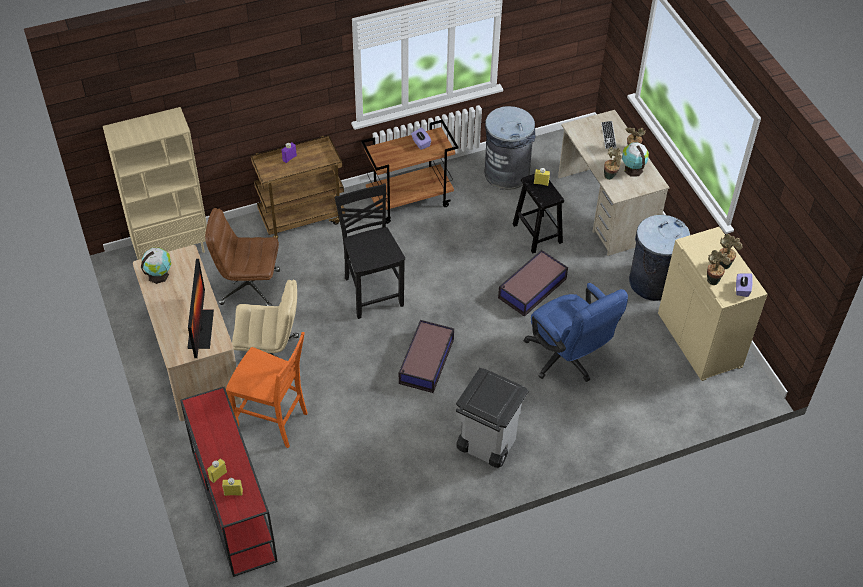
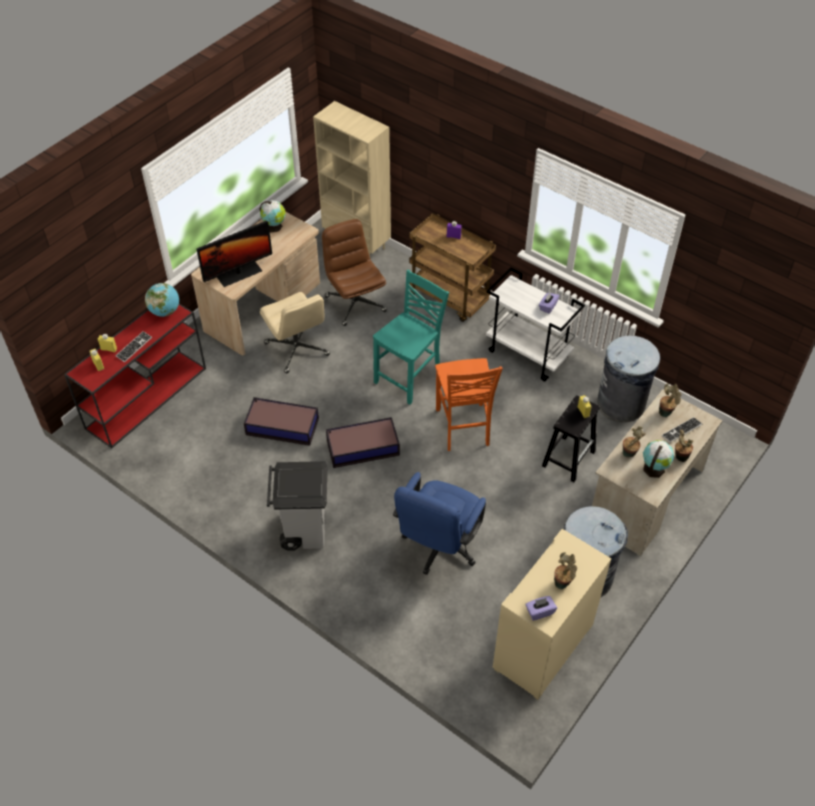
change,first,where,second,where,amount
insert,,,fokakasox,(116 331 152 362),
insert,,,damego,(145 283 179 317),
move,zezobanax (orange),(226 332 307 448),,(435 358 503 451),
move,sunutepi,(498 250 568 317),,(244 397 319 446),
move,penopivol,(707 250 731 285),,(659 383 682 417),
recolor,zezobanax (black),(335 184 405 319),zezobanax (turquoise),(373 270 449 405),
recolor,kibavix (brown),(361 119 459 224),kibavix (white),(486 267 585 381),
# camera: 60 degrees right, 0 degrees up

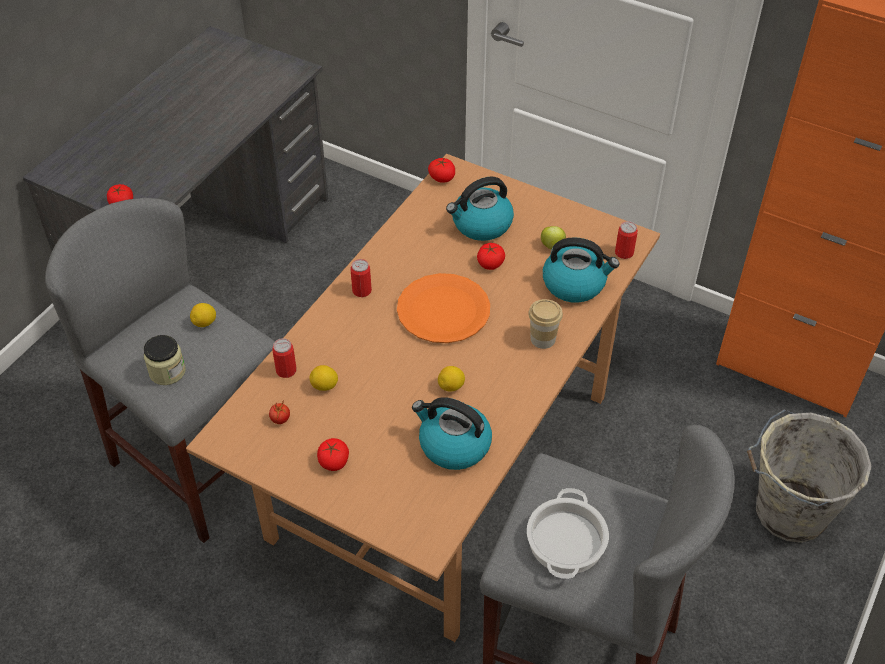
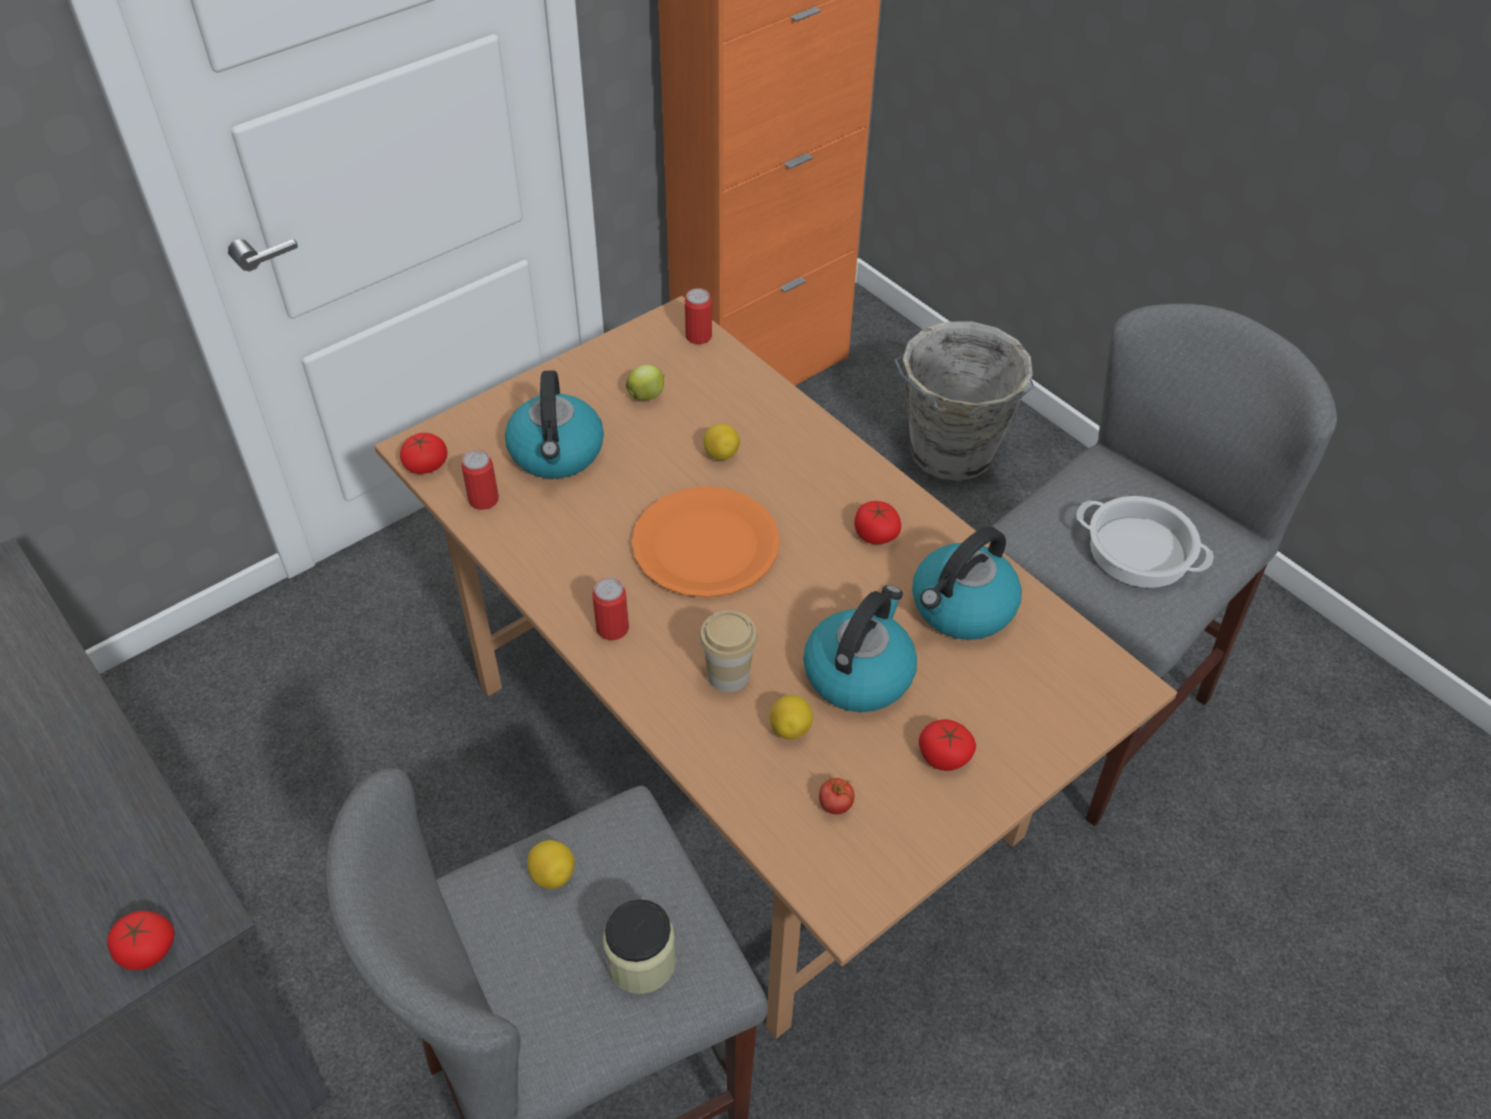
change,first,where,second,where,amount
move,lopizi,(272 338 297 378),,(462 450 499 510),
move,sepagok,(438 366 465 392),,(704 424 740 460),
move,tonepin,(477 243 505 270),,(854 501 901 544),
move,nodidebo,(528 299 563 349),,(700 611 758 692),
move,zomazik,(543 237 619 303),,(803 585 917 712),
# camera: 70 degrees left, 0 degrees up

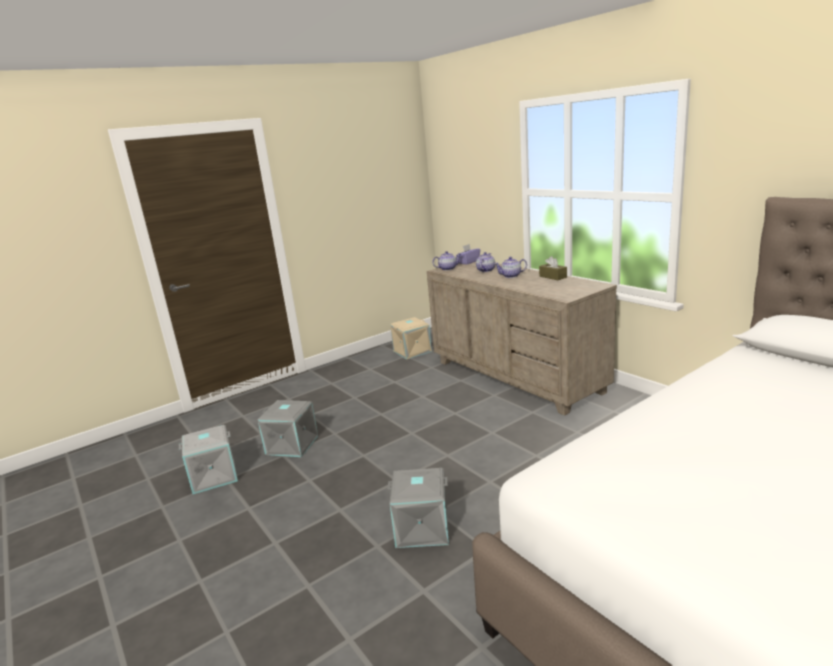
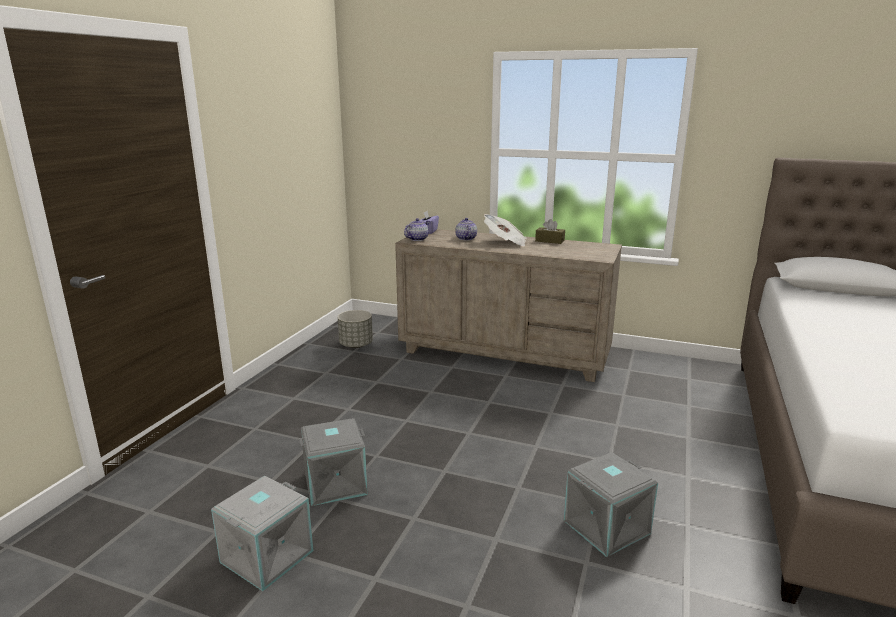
change,first,where,second,where,amount
replace,sunutepi (beige),(390 317 432 360),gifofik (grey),(338 310 373 348),
replace,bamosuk,(494 257 527 278),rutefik,(484 214 527 247),
# camera: 35 degrees left, 0 degrees up

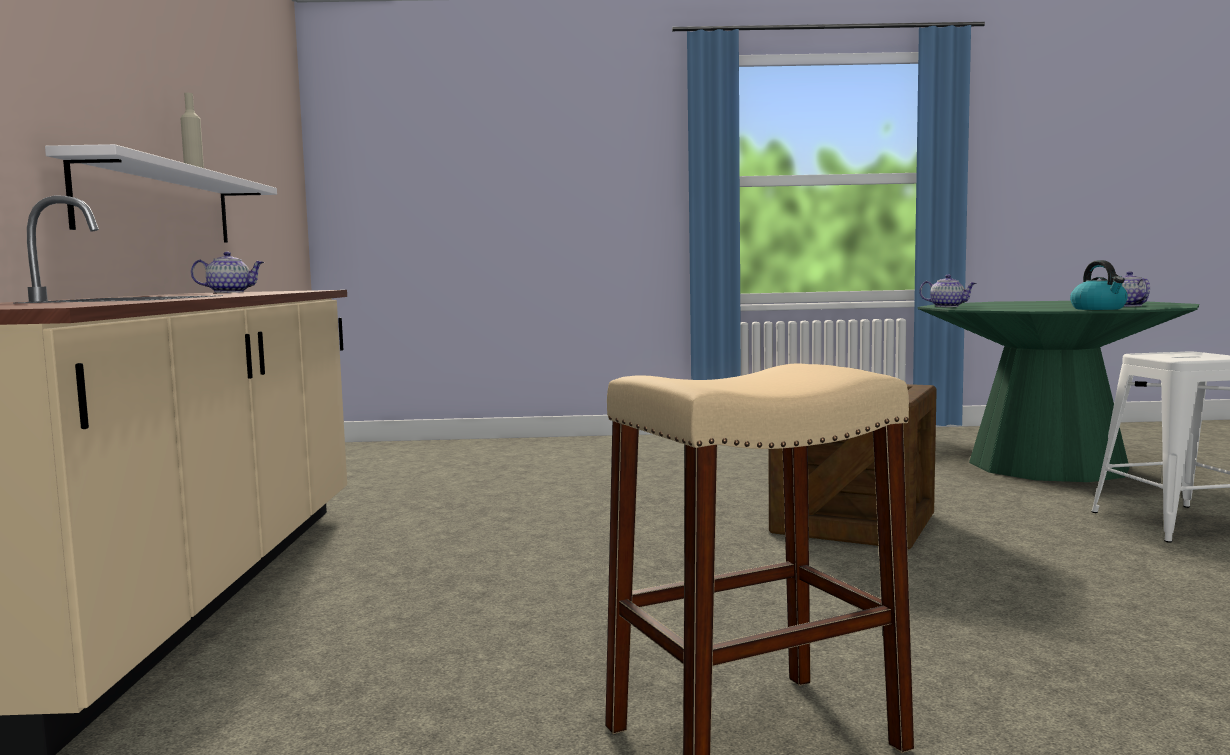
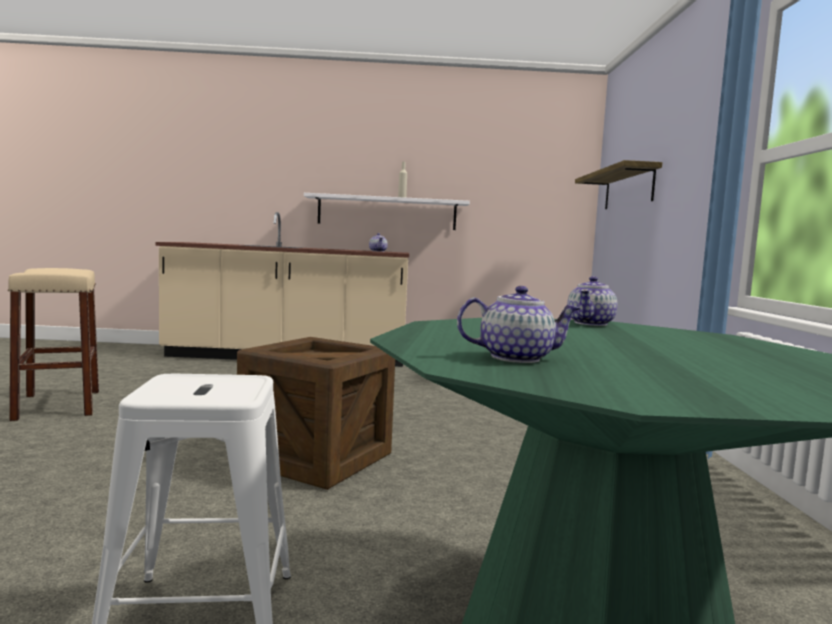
change,first,where,second,where,amount
delete,zomazik,(1070 260 1128 310),,,
insert,,,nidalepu,(575 160 662 209),
# camera: 90 degrees right, 0 degrees up

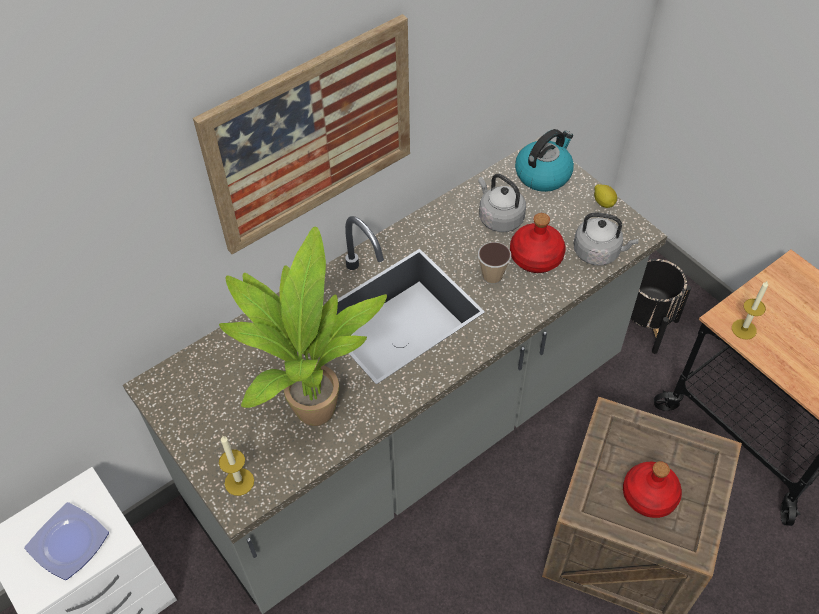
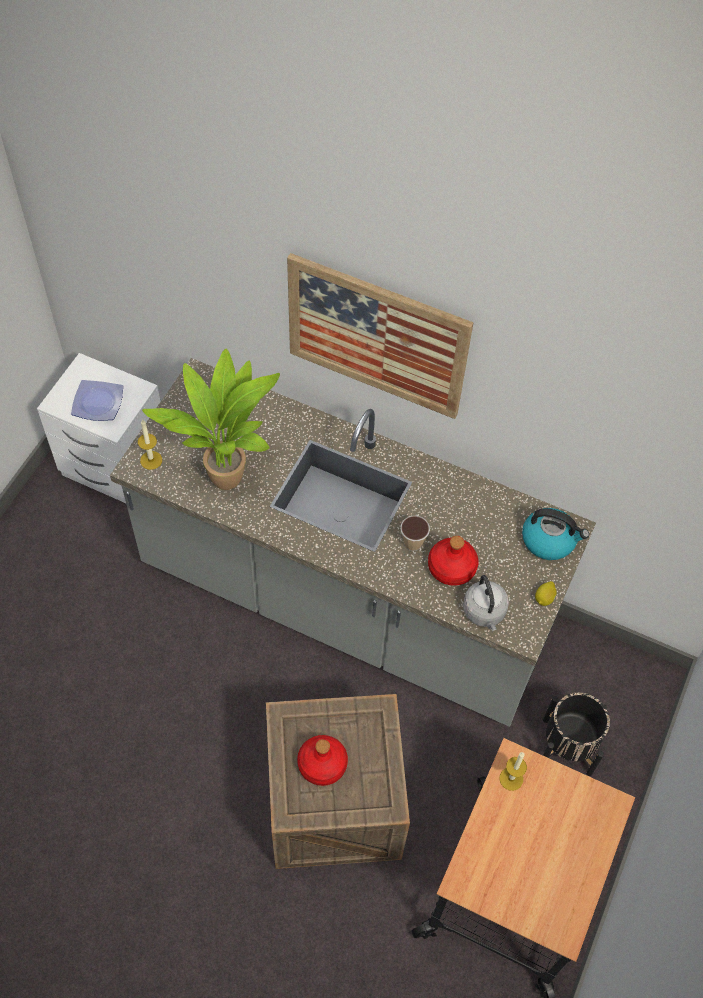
change,first,where,second,where,amount
delete,zomazik (grey),(478 174 526 232),,,
# camera: 60 degrees right, 5 degrees up

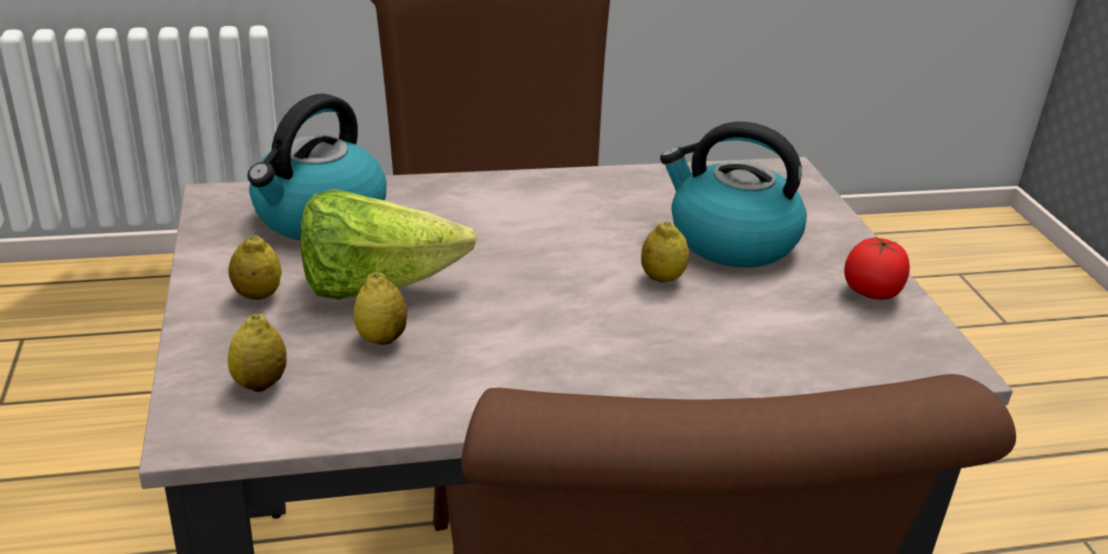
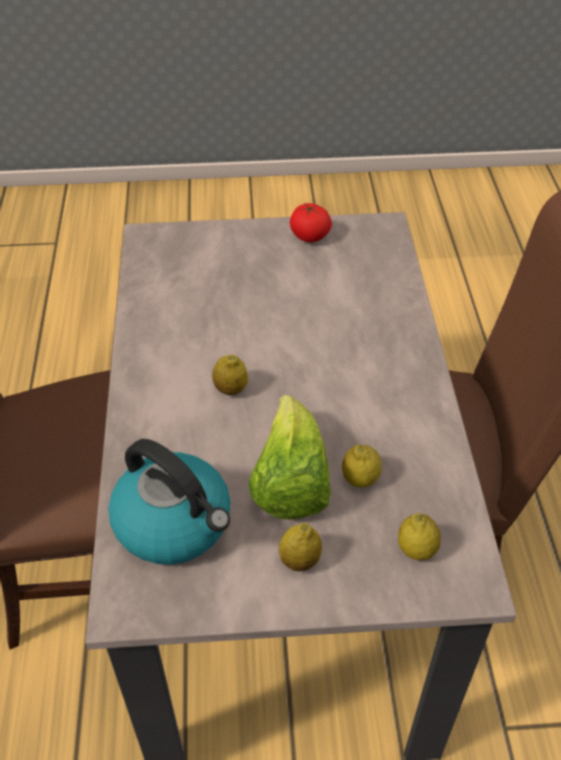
change,first,where,second,where,amount
delete,zomazik,(660 121 807 267),,,
move,sepagok,(641 222 689 282),,(212 355 248 395),
# camera: 80 degrees left, 15 degrees up

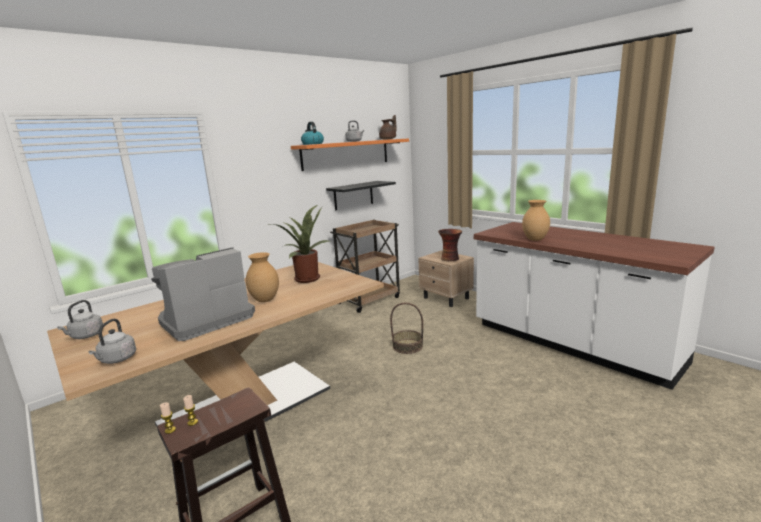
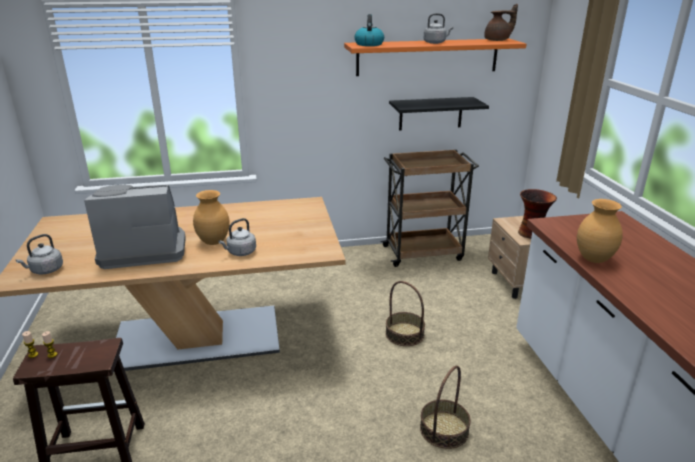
change,first,where,second,where,amount
delete,penopivol,(268 205 329 283),,,
insert,,,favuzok,(420 365 471 449),
move,zomazik (grey),(57 300 103 339),,(219 218 256 256),
# camera: 30 degrees right, 10 degrees up

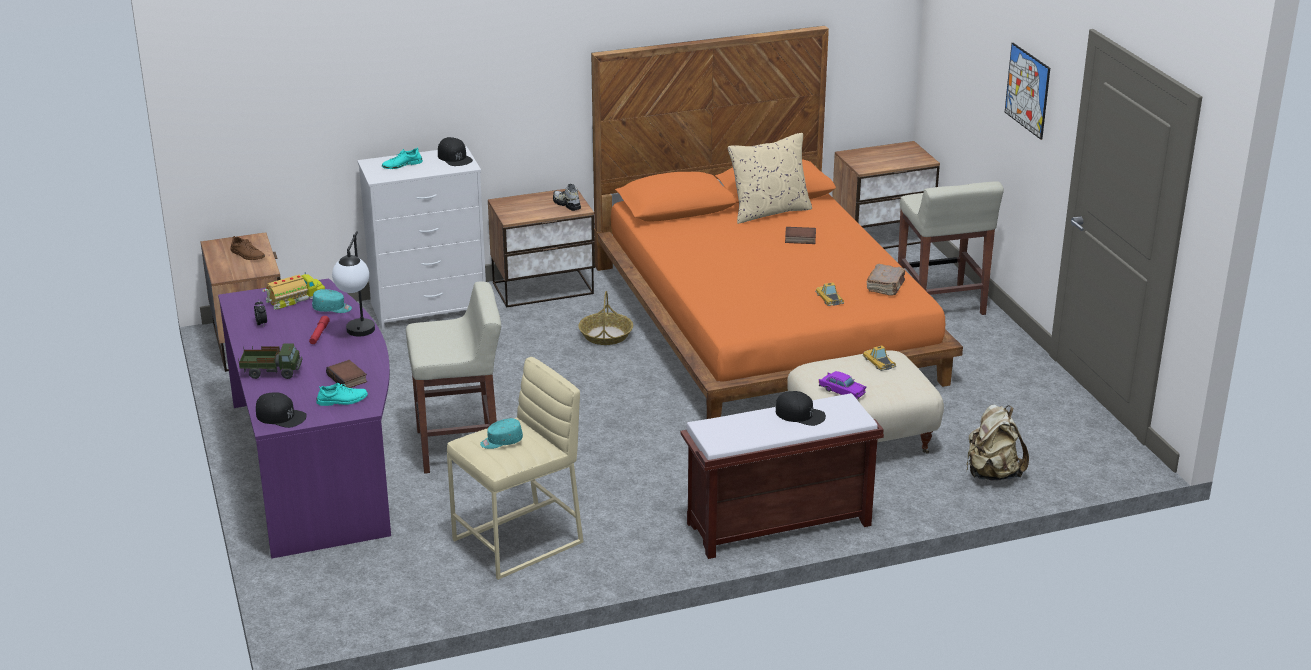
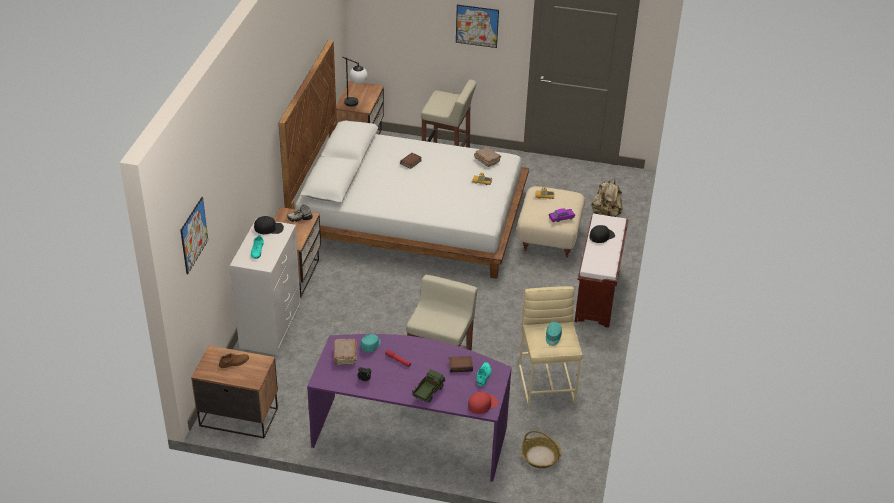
change,first,where,second,where,amount
delete,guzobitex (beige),(728 133 812 224),,,
insert,,,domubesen,(180 197 208 274),
move,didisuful,(332 231 375 337),,(342 57 368 107),
move,favuzok,(579 291 633 345),,(521 431 561 468),
replace,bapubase,(262 272 325 310),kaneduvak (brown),(334 339 357 365),
recolor,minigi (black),(256 392 307 428),minigi (red),(468 392 498 414),
recolor,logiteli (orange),(591 26 963 419),logiteli (white),(279 40 529 279),
# camera: 60 degrees left, 10 degrees up

